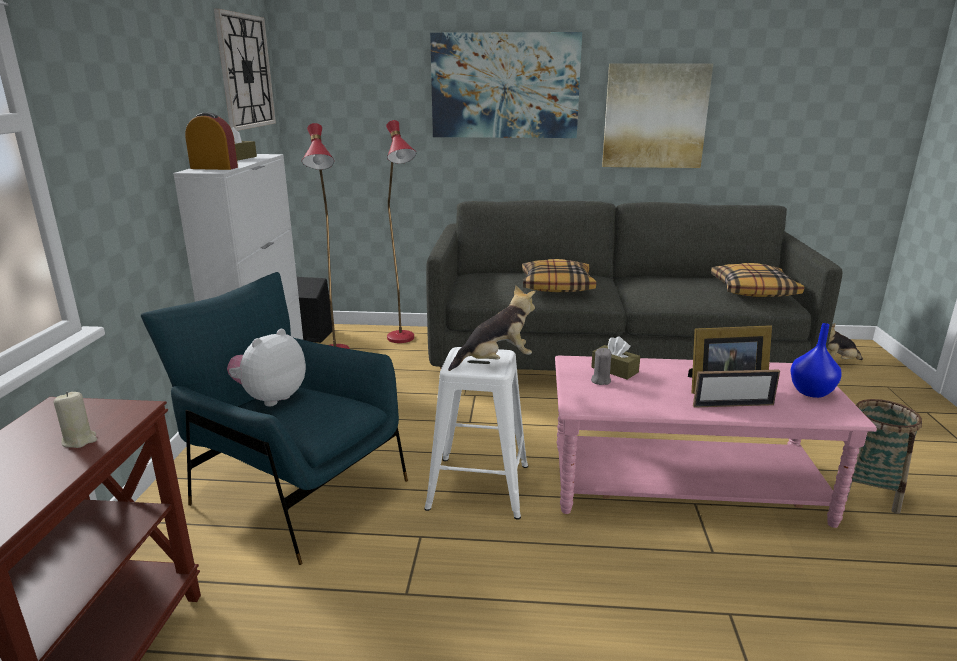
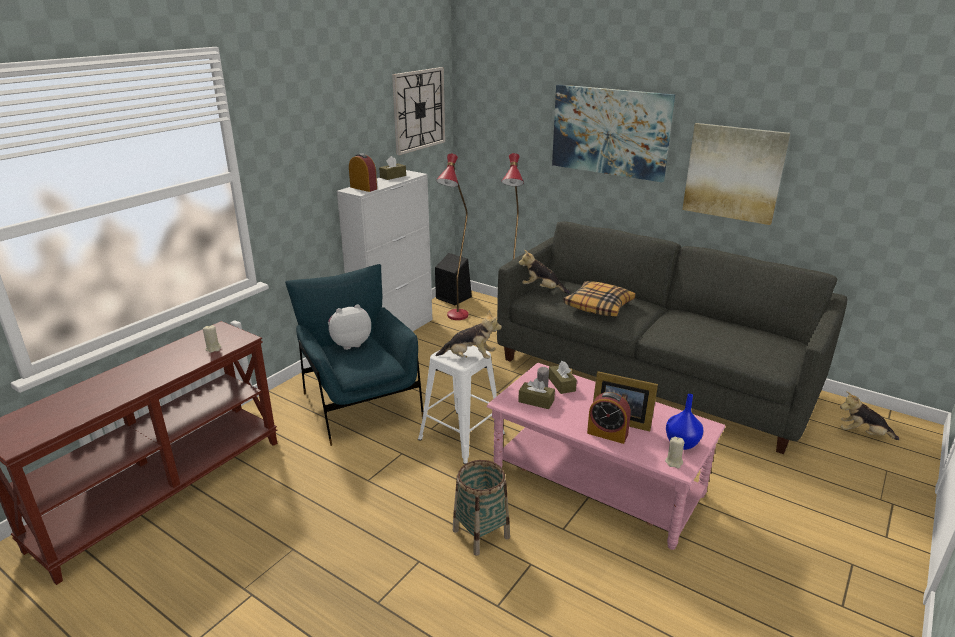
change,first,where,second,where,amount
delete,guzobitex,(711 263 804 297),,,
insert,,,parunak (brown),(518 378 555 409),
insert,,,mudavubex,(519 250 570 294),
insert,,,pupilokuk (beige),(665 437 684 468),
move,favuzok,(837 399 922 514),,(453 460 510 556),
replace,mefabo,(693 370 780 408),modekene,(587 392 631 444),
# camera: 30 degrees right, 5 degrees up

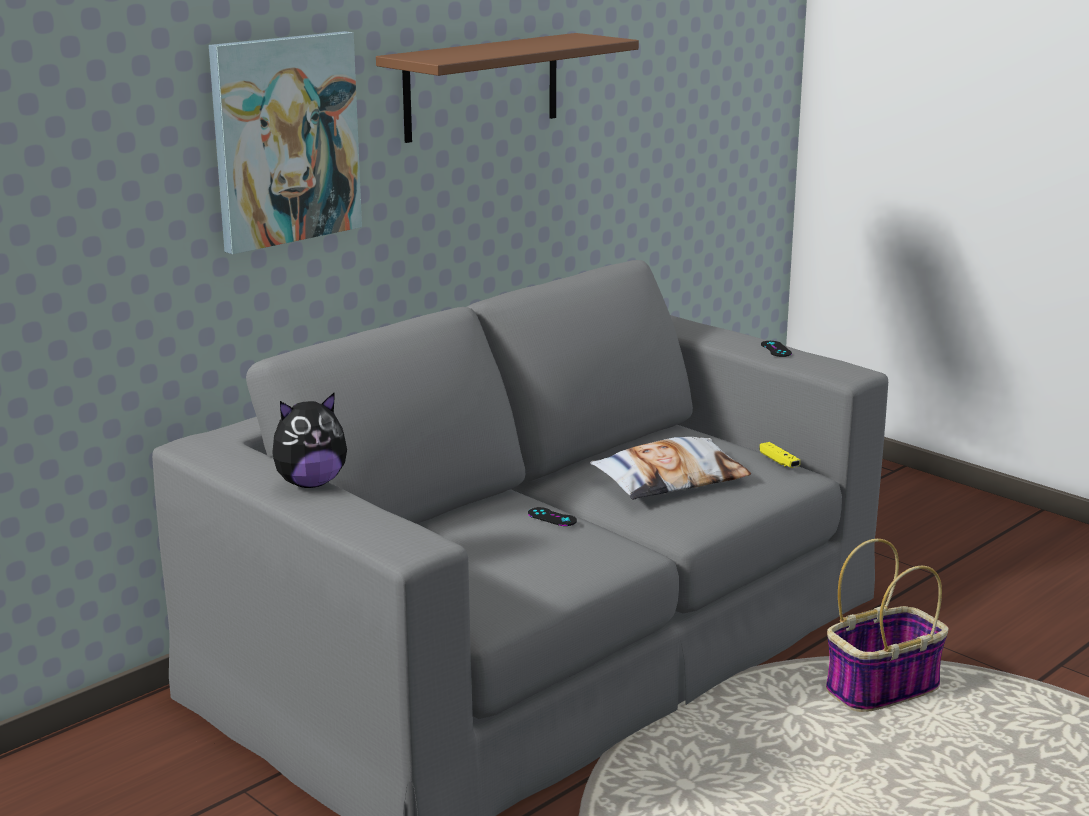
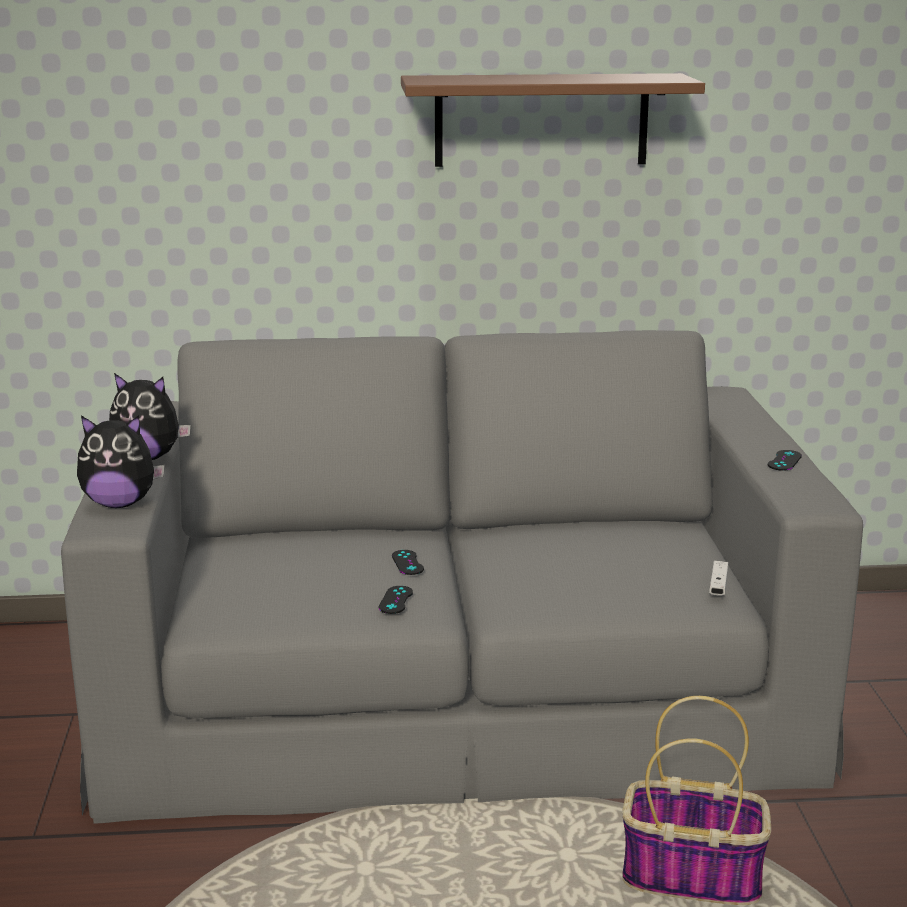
change,first,where,second,where,amount
delete,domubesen,(209 31 362 254),,,
delete,guzobitex,(590 437 751 499),,,
insert,,,mudavubex,(77 415 165 508),
insert,,,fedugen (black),(378 586 413 614),
recolor,fedugen (yellow),(760 442 800 468),fedugen (white),(709 561 728 596),
# camera: 40 degrees right, 0 degrees up

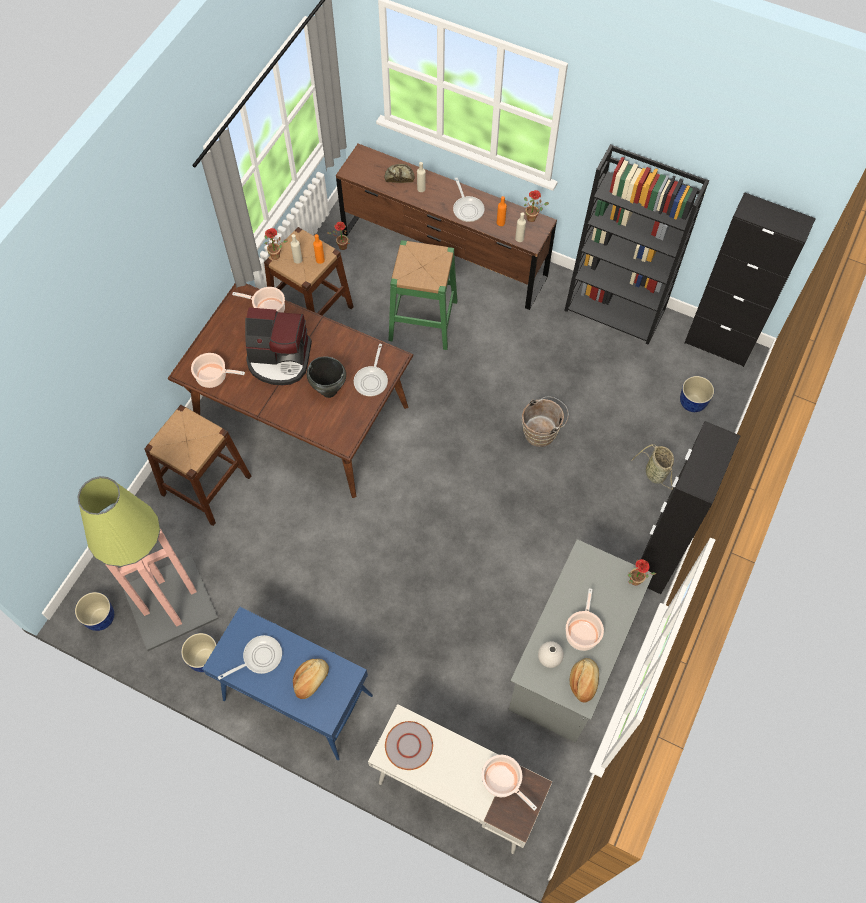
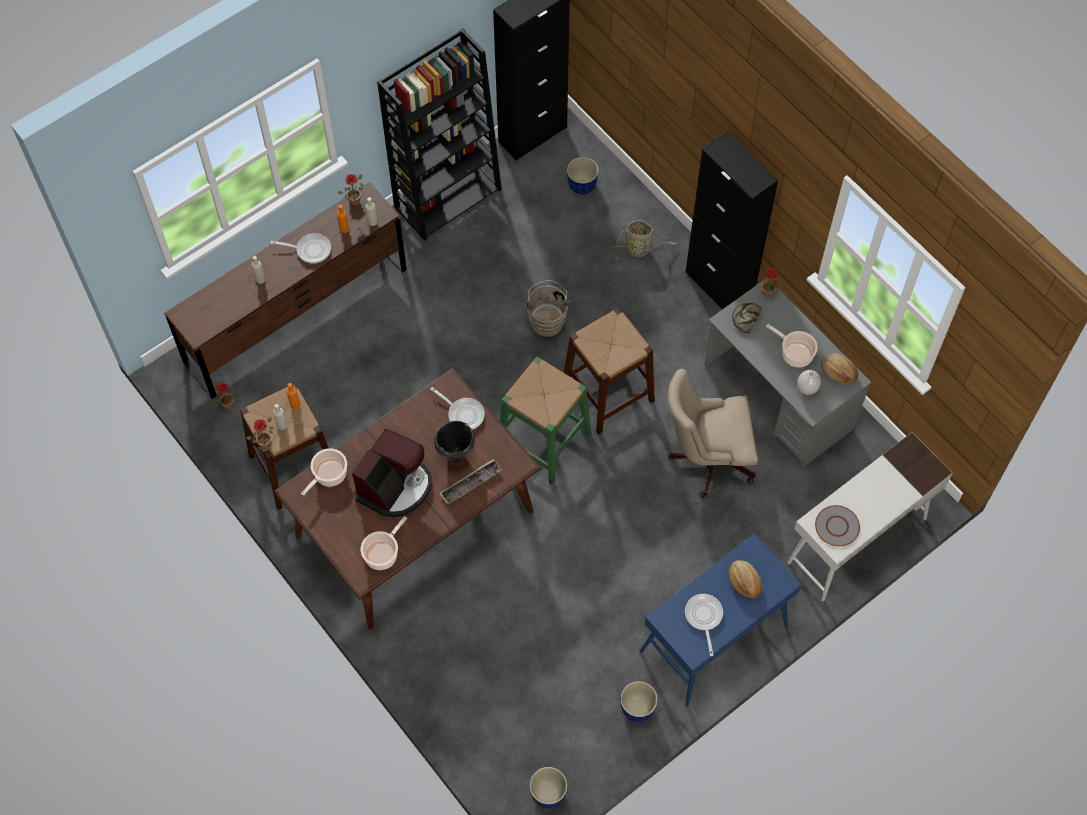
change,first,where,second,where,amount
delete,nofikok,(77 476 219 651),,,
delete,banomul,(482 755 537 811),,,
insert,,,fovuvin,(440 459 502 504),
insert,,,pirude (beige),(668 369 758 498),
move,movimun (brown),(144 405 251 526),,(564 308 655 435),
move,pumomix,(385 164 414 183),,(732 303 762 334),
move,movimun (green),(388 240 458 350),,(500 357 592 484),
# camera: 65 degrees left, 0 degrees up

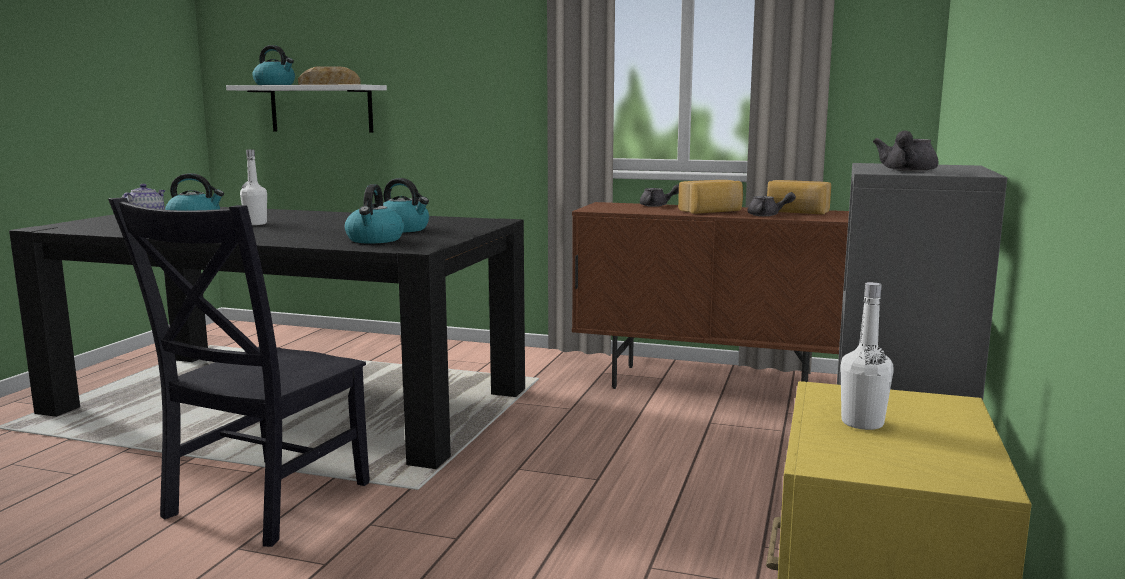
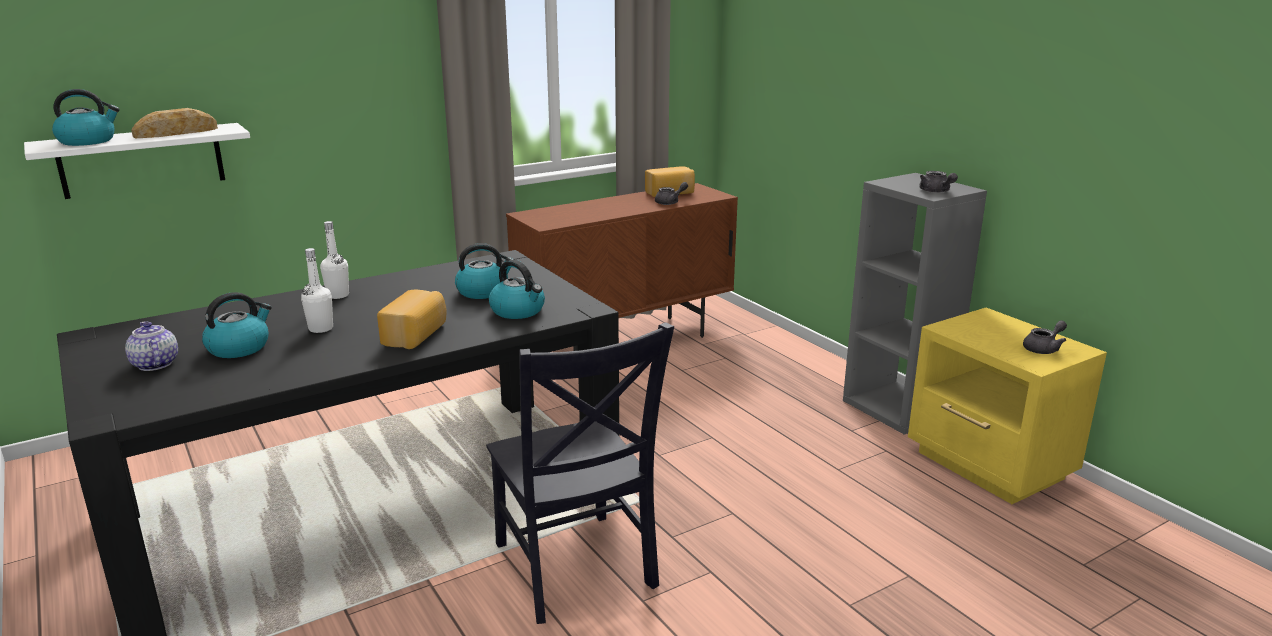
change,first,where,second,where,amount
move,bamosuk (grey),(640 184 679 207),,(1023 321 1067 354),
move,pumomix,(678 180 743 214),,(377 290 447 349),
move,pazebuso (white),(841 282 894 430),,(320 221 349 299),
# camera: 50 degrees left, 10 degrees up

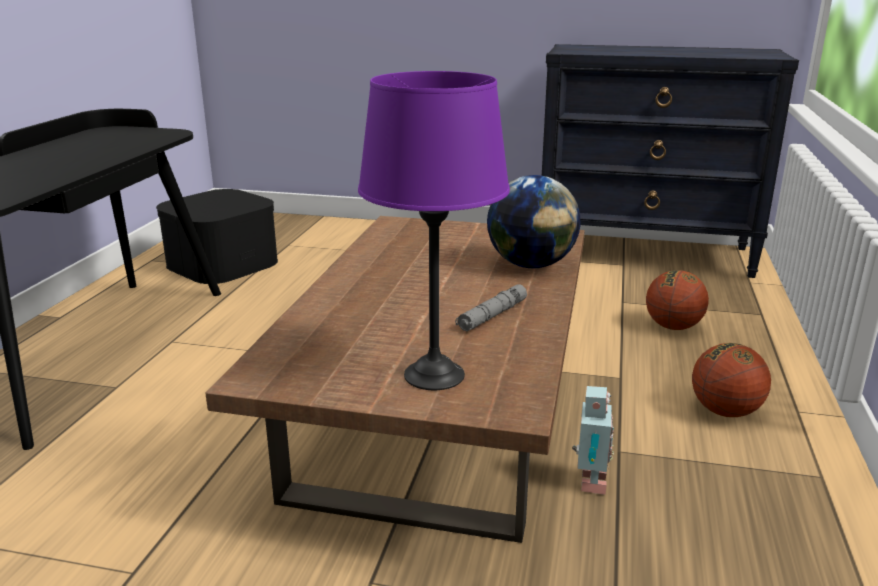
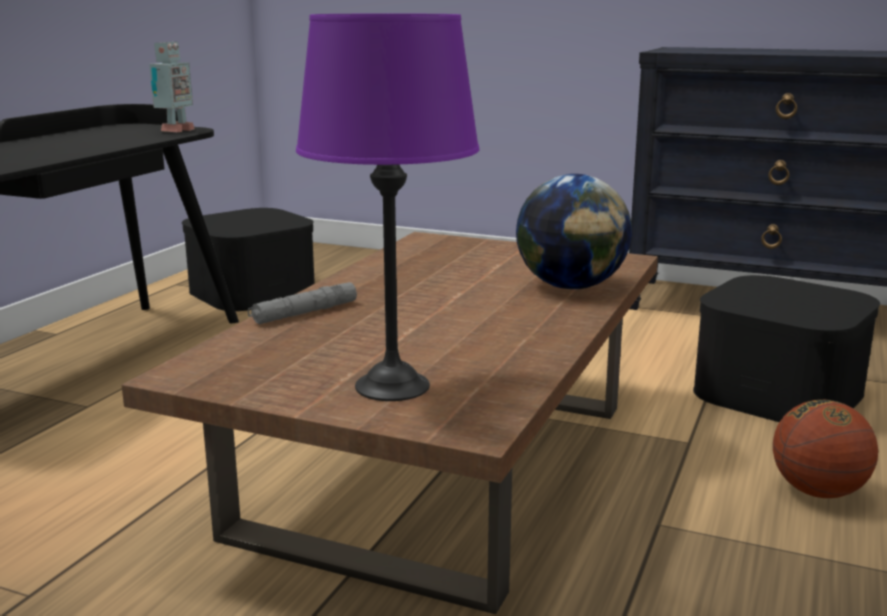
change,first,where,second,where,amount
move,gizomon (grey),(455 284 527 331),,(248 282 357 325),
move,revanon,(572 386 614 495),,(149 42 195 132),
replace,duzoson,(646 270 709 330),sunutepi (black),(693 275 880 422),
# camera: 10 degrees right, 5 degrees down

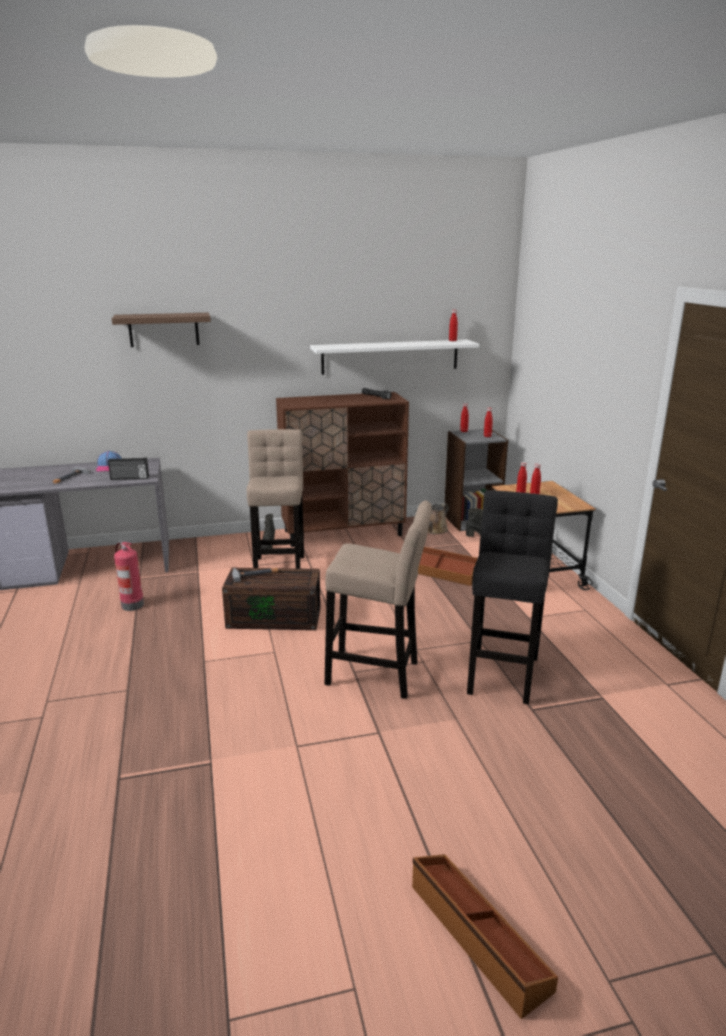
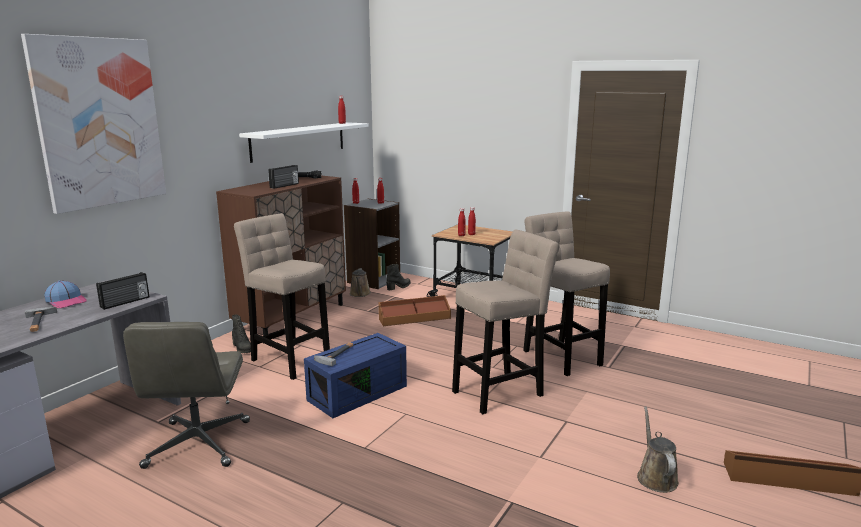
change,first,where,second,where,amount
insert,,,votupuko,(268 165 299 189),
insert,,,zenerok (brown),(637 406 679 493),
replace,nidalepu,(112 313 211 347),domubesen,(21 34 166 214),
replace,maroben,(114 542 144 611),pirude (grey),(123 322 250 469),
recolor,sunutepi (brown),(222 568 321 630),sunutepi (blue),(304 333 407 418),
recolor,movimun (black),(467 490 558 704),movimun (beige),(523 211 610 376),
# camera: 45 degrees left, 5 degrees down

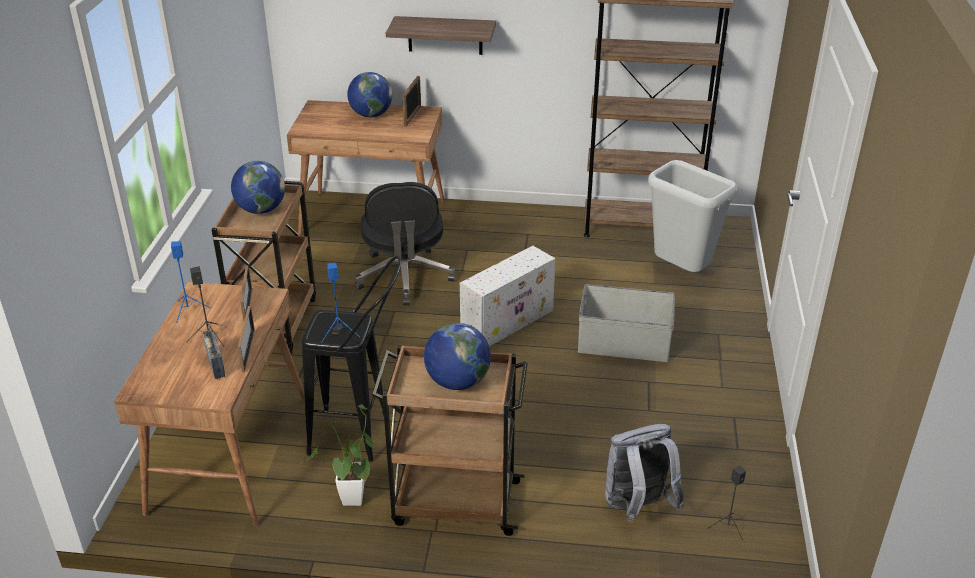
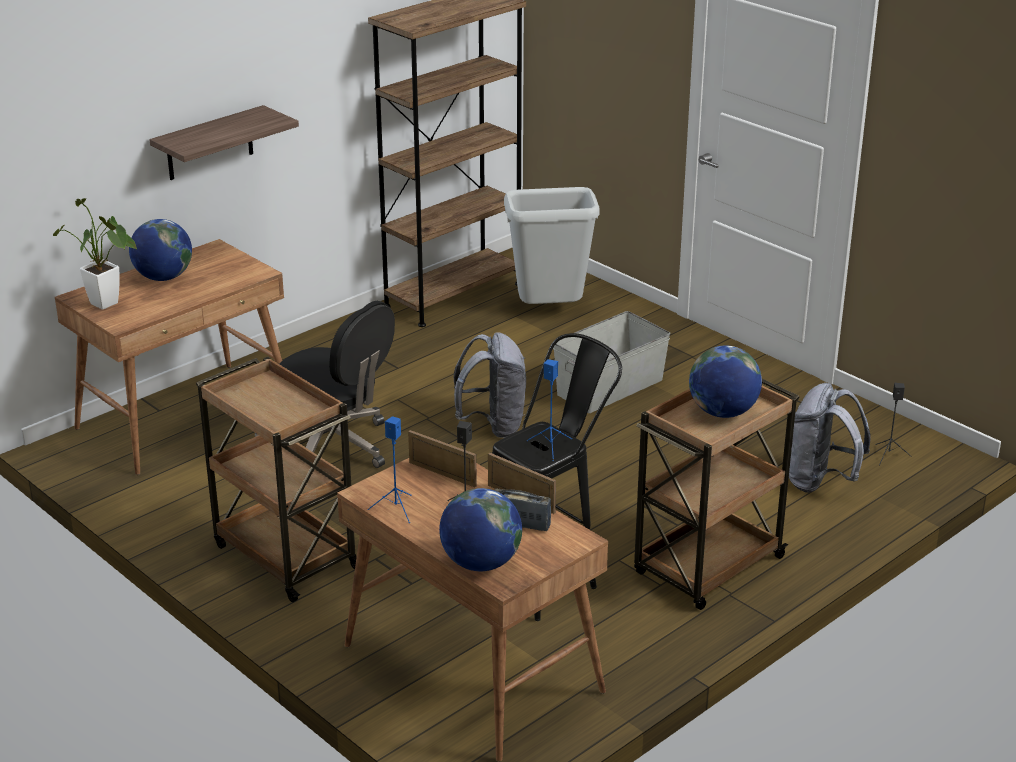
change,first,where,second,where,amount
delete,mefabo,(402 76 421 127),,,
move,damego,(231 161 285 214),,(439 488 522 571),
move,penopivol,(299 404 375 506),,(53 198 138 310),
replace,sunutepi (white),(460 246 555 347),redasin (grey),(454 332 526 438),
# camera: 50 degrees left, 5 degrees down

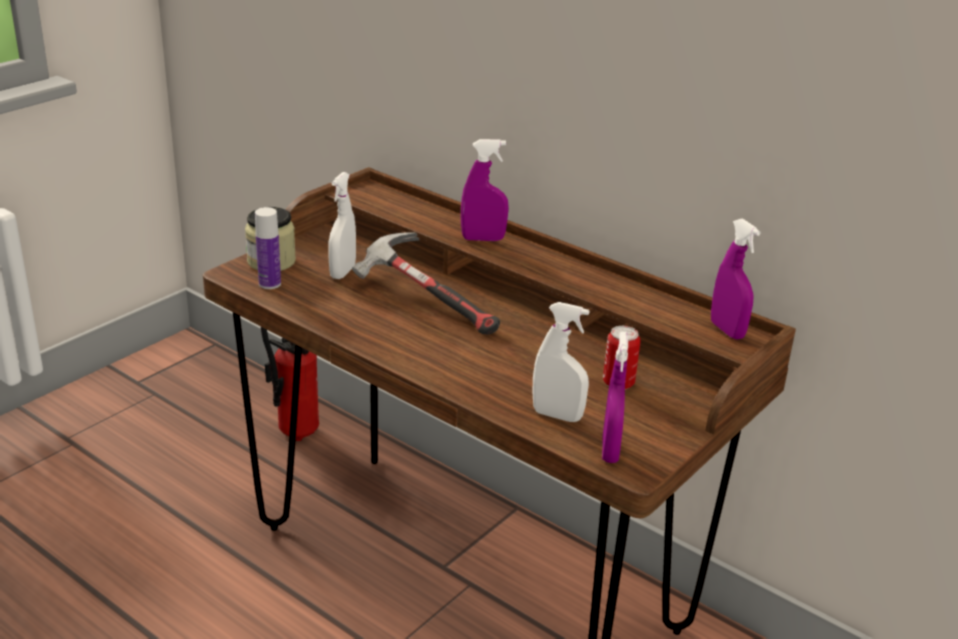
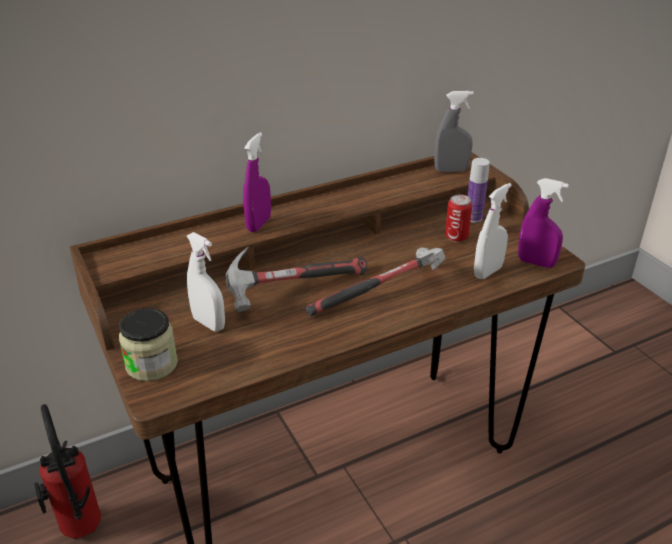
change,first,where,second,where,amount
insert,,,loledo,(305 247 445 317),
move,pazebuso,(255 207 281 289),,(468 158 490 223),
recolor,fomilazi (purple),(711 218 761 339),fomilazi (grey),(434 91 474 172),
# camera: 65 degrees left, 5 degrees up

